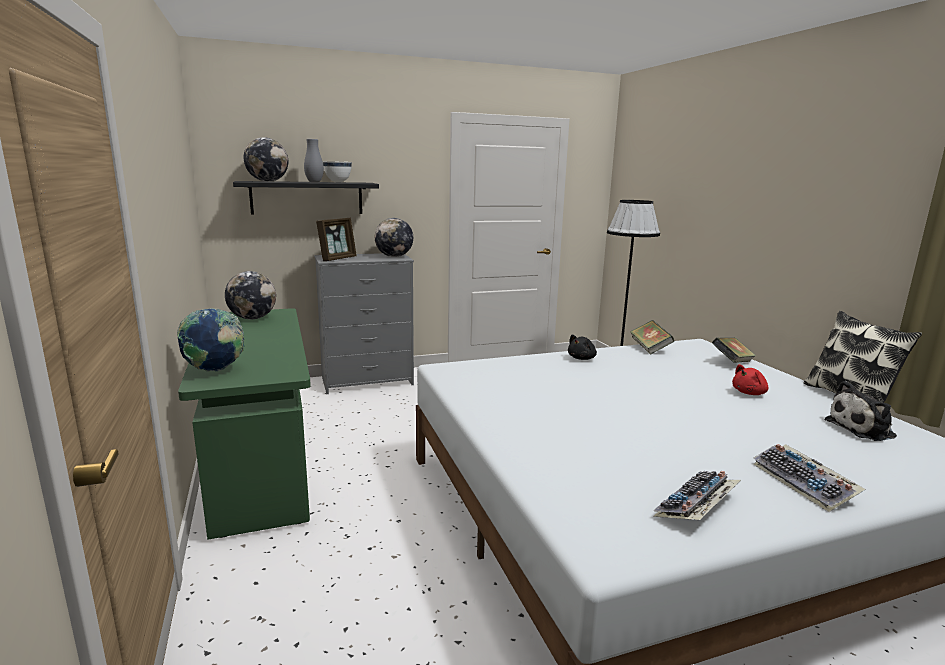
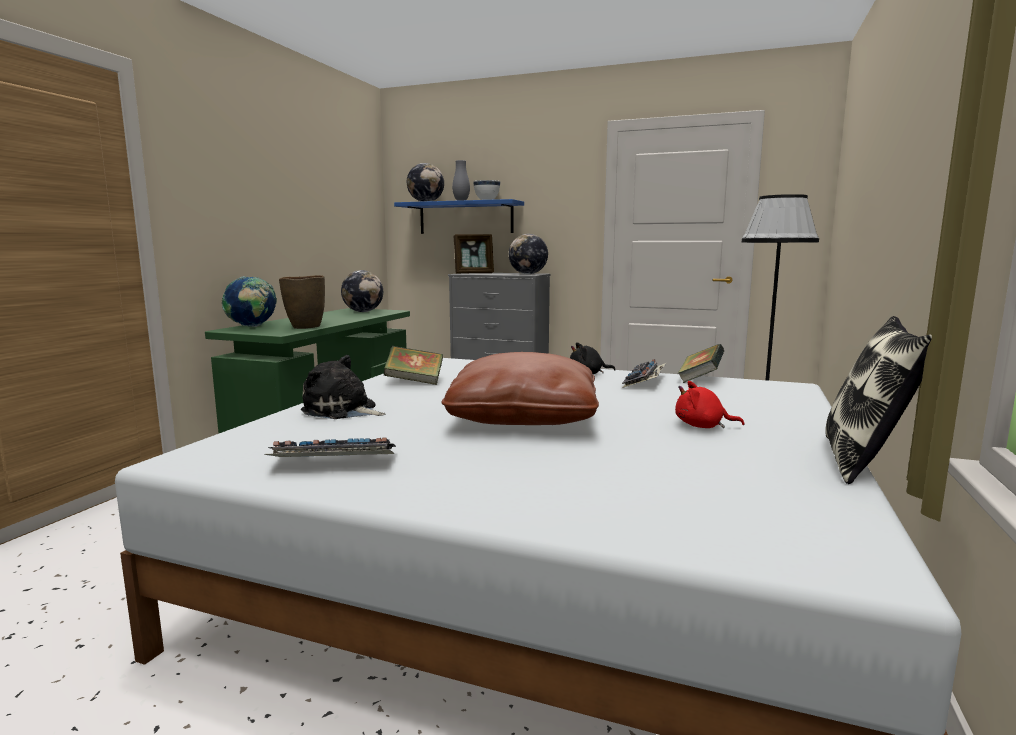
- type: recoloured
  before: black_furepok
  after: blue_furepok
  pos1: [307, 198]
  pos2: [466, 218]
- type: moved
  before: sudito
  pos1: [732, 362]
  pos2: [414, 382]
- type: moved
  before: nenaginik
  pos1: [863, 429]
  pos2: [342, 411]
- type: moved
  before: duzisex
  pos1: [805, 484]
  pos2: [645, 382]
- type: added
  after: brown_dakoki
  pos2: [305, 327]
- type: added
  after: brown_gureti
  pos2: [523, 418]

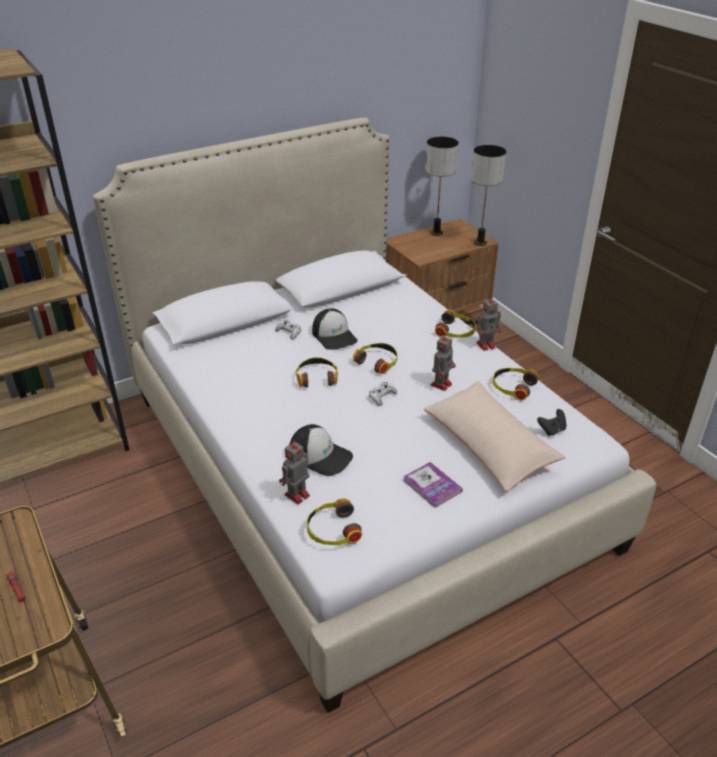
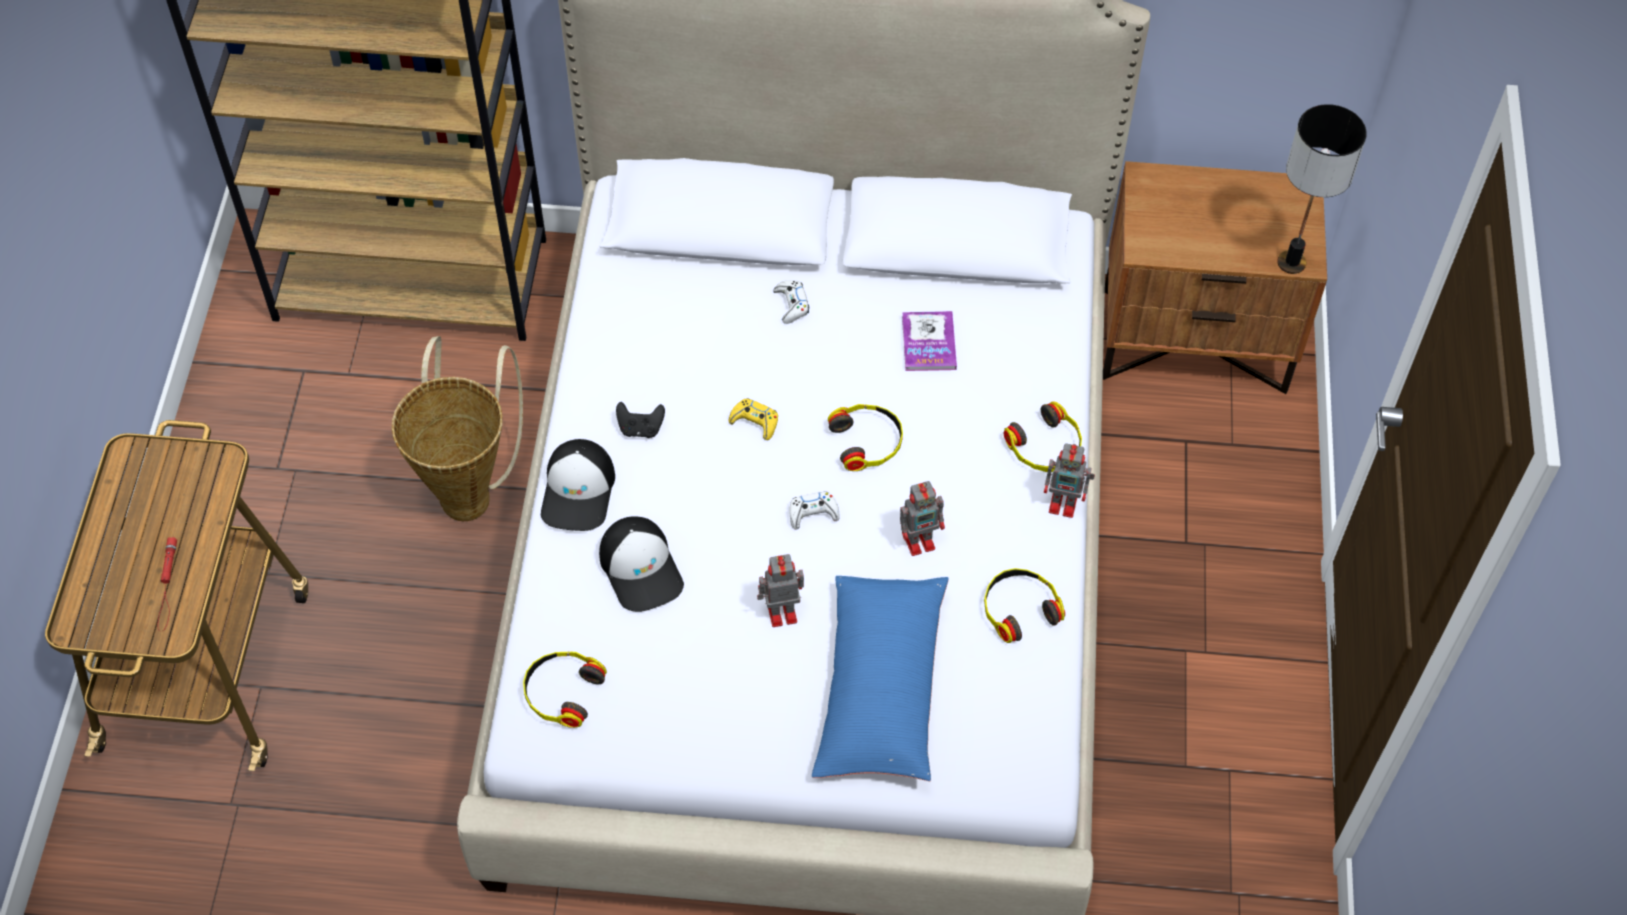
- type: removed
  before: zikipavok
  pos1: [436, 233]
- type: moved
  before: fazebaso
  pos1: [334, 336]
  pos2: [579, 491]
- type: replaced
  before: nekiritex
  after: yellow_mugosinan
  pos1: [317, 377]
  pos2: [755, 422]
- type: recoloured
  before: beige_gureti
  after: blue_gureti
  pos1: [489, 445]
  pos2: [880, 688]
- type: moved
  before: black_mugosinan
  pos1: [552, 430]
  pos2: [640, 428]
- type: moved
  before: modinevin
  pos1: [296, 496]
  pos2: [780, 612]
- type: moved
  before: sudito
  pos1: [432, 486]
  pos2: [928, 343]
- type: added
  after: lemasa
  pos2: [470, 491]

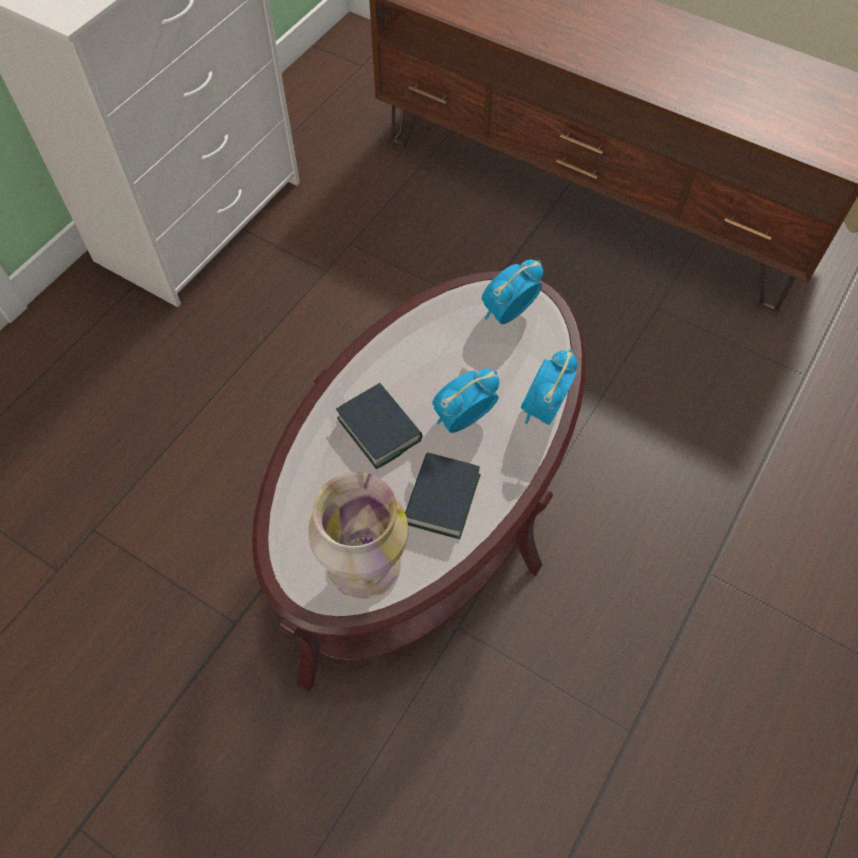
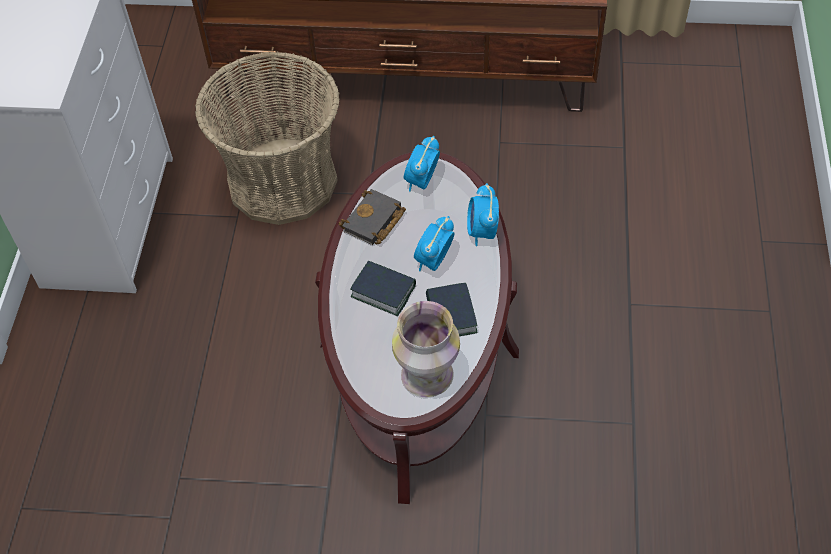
- type: added
  after: lemasa
  pos2: [282, 181]
- type: added
  after: black_sudito
  pos2: [373, 222]

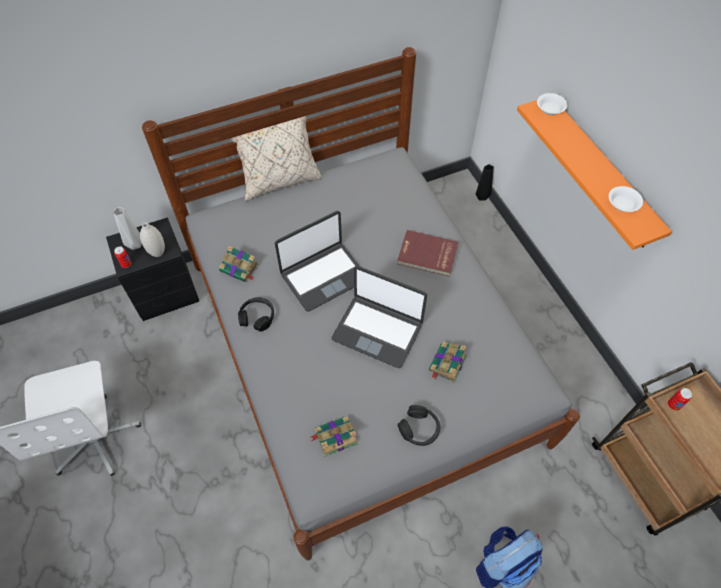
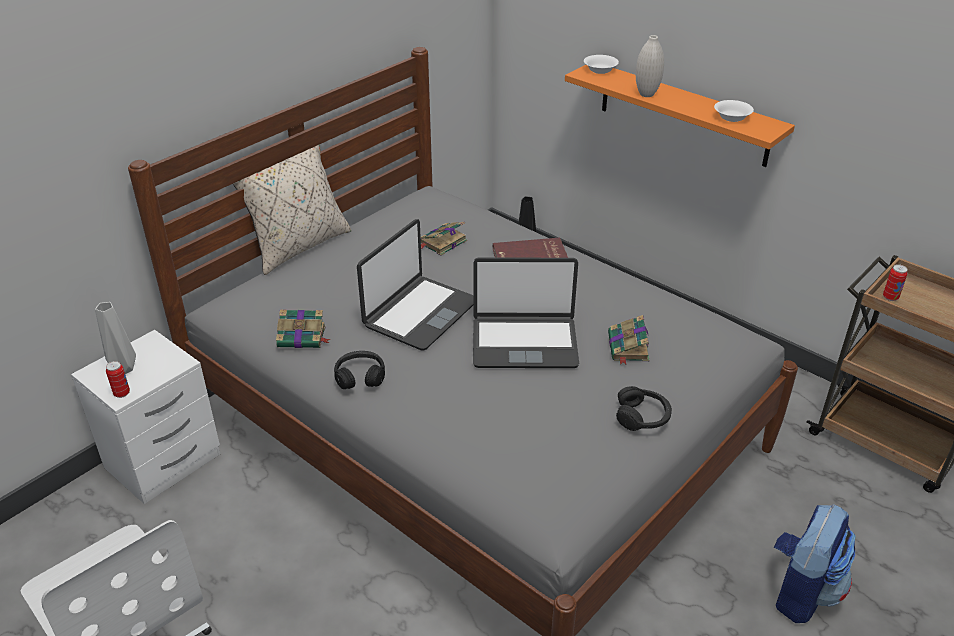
- type: recoloured
  before: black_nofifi
  after: white_nofifi
  pos1: [167, 294]
  pos2: [166, 461]
- type: moved
  before: white_dakoki
  pos1: [158, 253]
  pos2: [646, 94]
- type: moved
  before: sudito
  pos1: [335, 437]
  pos2: [442, 242]

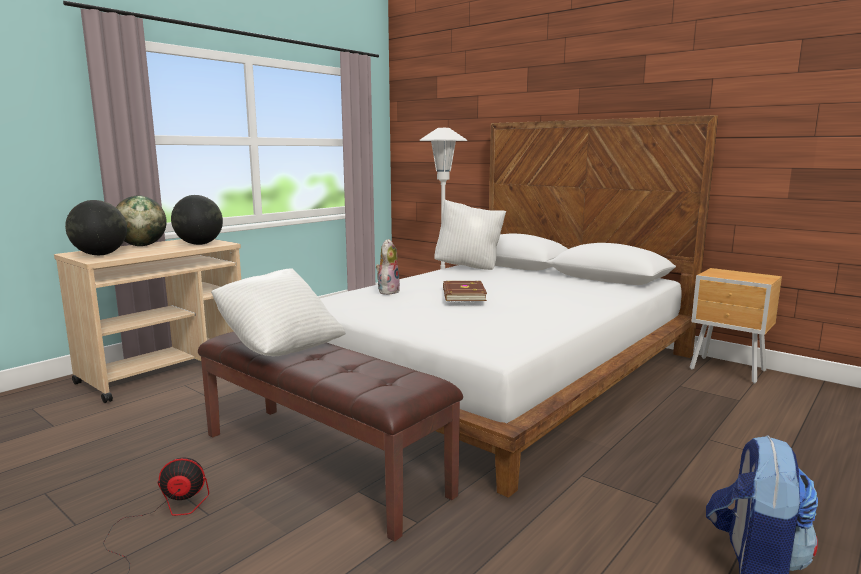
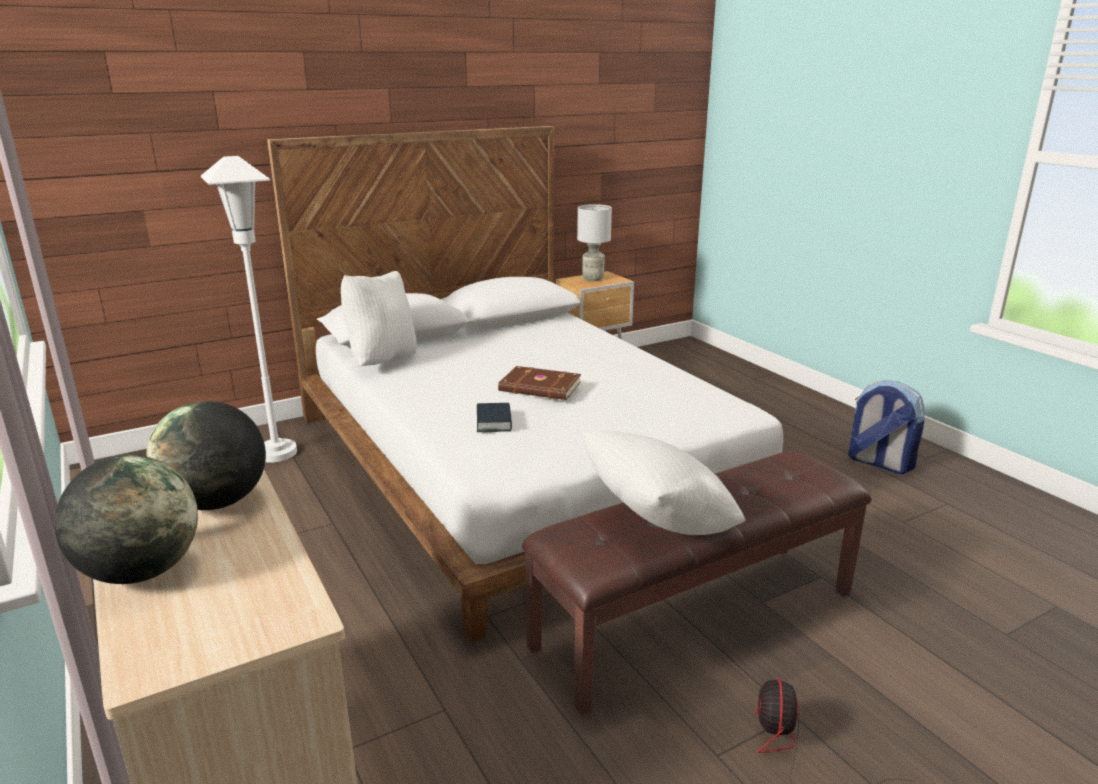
- type: removed
  before: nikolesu
  pos1: [100, 255]
- type: replaced
  before: nenaginik
  after: sudito
  pos1: [387, 291]
  pos2: [494, 422]
- type: added
  after: grey_zikipavok
  pos2: [593, 279]

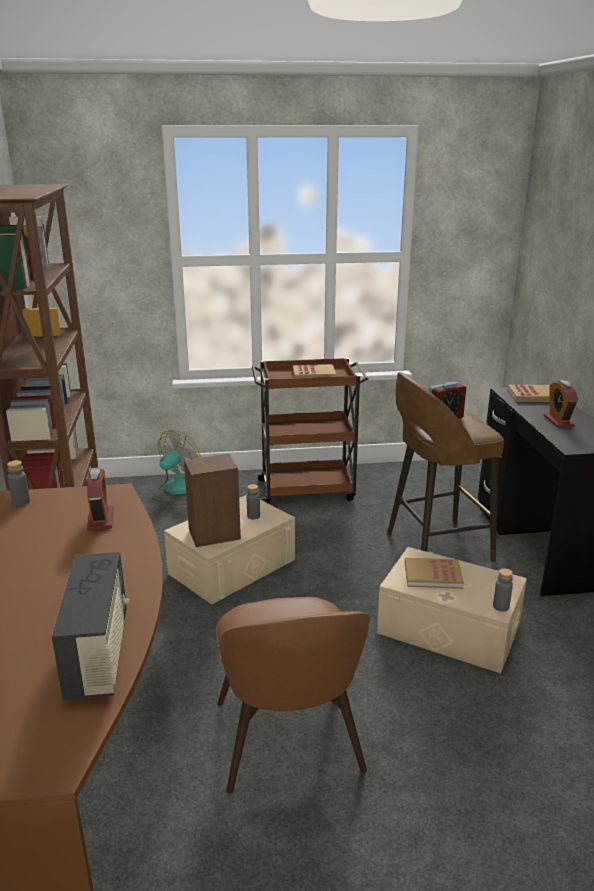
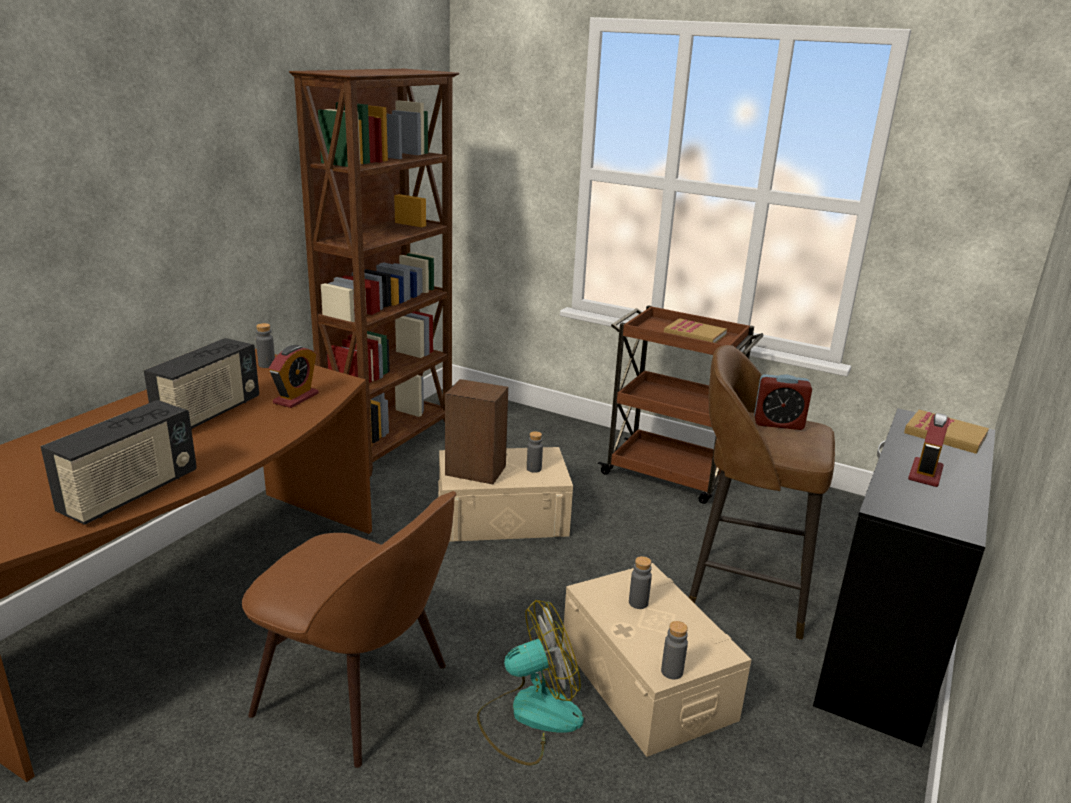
- type: moved
  before: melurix
  pos1: [177, 491]
  pos2: [529, 716]
- type: replaced
  before: sudito
  after: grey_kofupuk
  pos1: [433, 575]
  pos2: [638, 603]
- type: turned
  before: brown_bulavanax
  pos1: [289, 741]
  pos2: [358, 692]
  turn: -90
- type: added
  after: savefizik
  pos2: [209, 413]

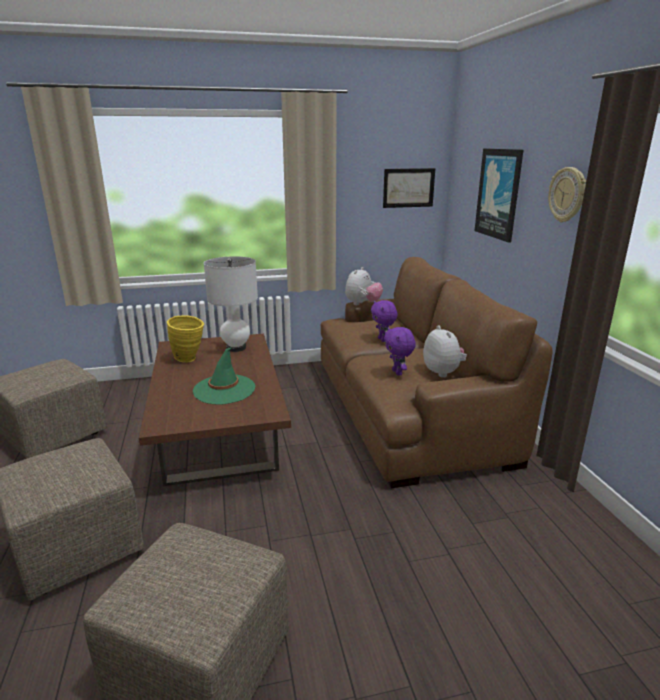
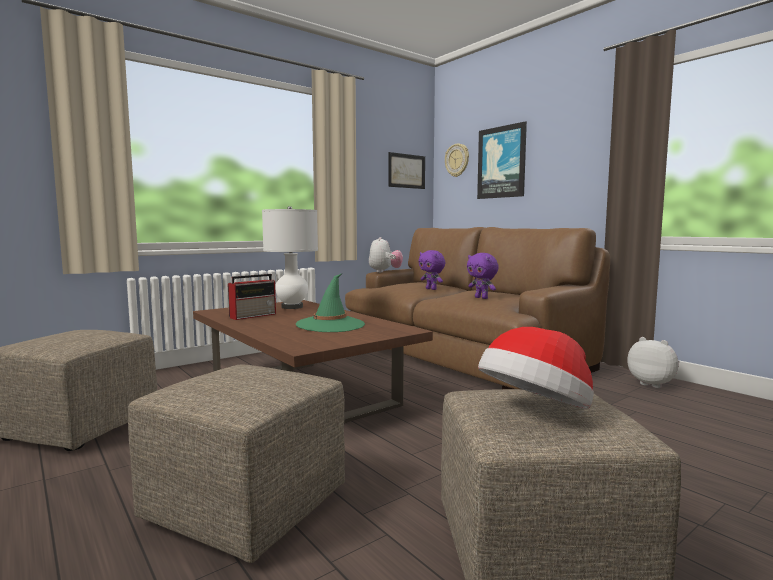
- type: moved
  before: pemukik
  pos1: [567, 195]
  pos2: [457, 160]
- type: replaced
  before: yellow_dakoki
  after: savefizik
  pos1: [189, 359]
  pos2: [254, 315]
- type: moved
  before: nenaginik
  pos1: [445, 372]
  pos2: [652, 384]
- type: added
  after: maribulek
  pos2: [536, 412]

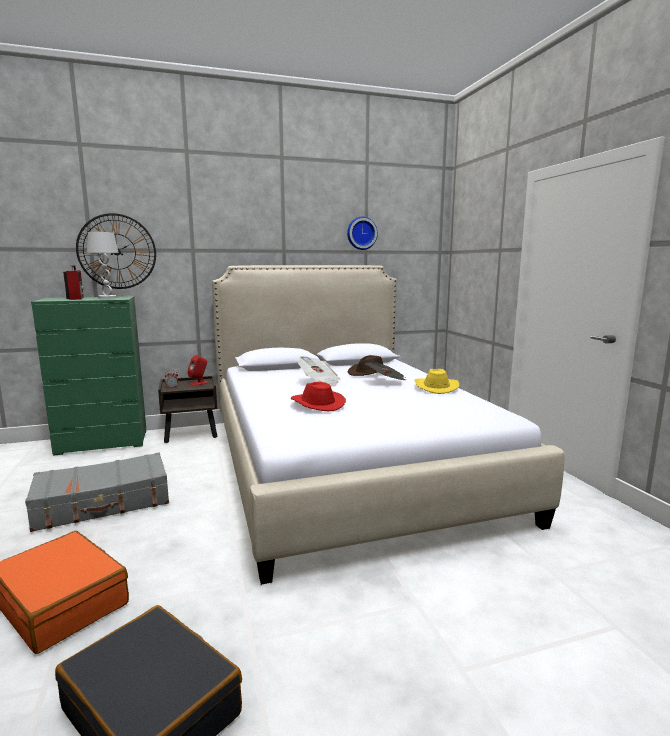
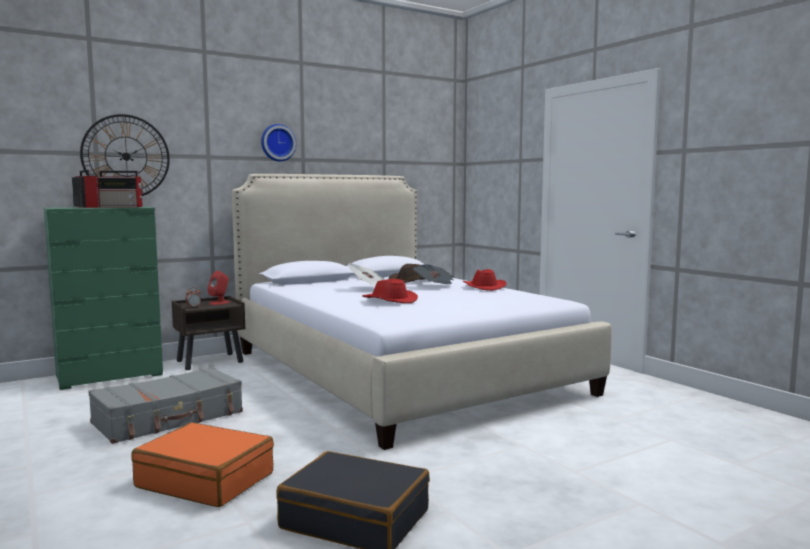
- type: moved
  before: pemukik
  pos1: [361, 233]
  pos2: [277, 143]
- type: replaced
  before: white_zikipavok
  after: savefizik
  pos1: [107, 297]
  pos2: [122, 206]
- type: recoloured
  before: yellow_maribulek
  after: red_maribulek
  pos1: [435, 387]
  pos2: [483, 287]

